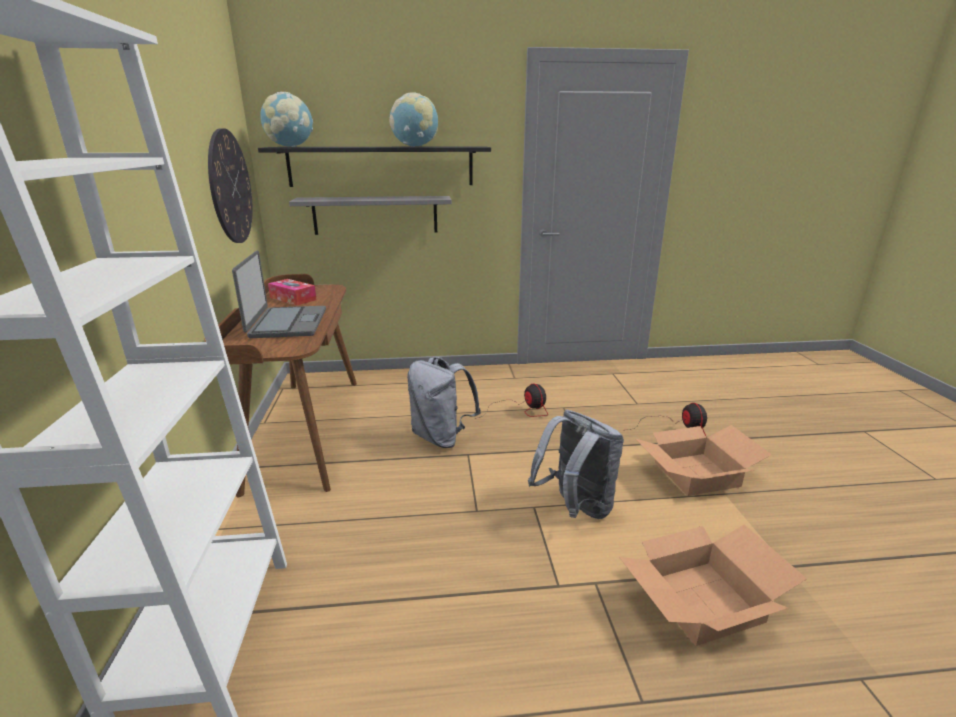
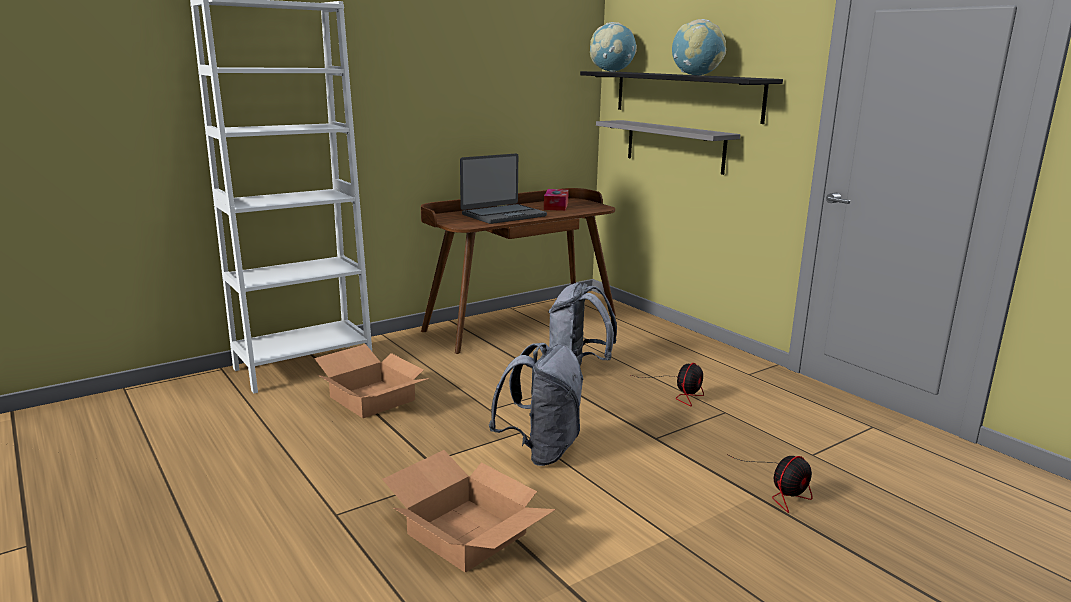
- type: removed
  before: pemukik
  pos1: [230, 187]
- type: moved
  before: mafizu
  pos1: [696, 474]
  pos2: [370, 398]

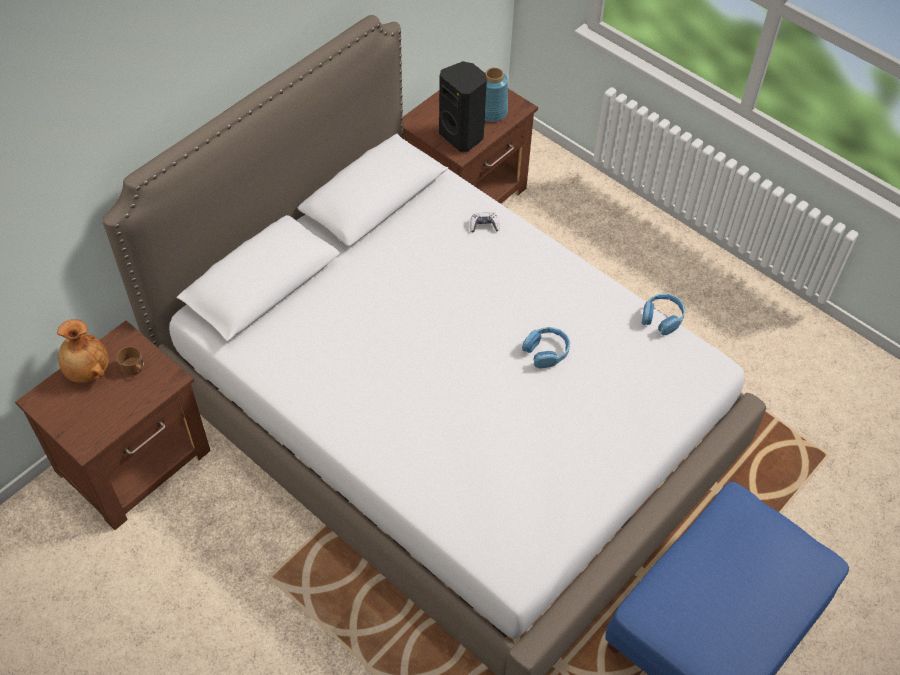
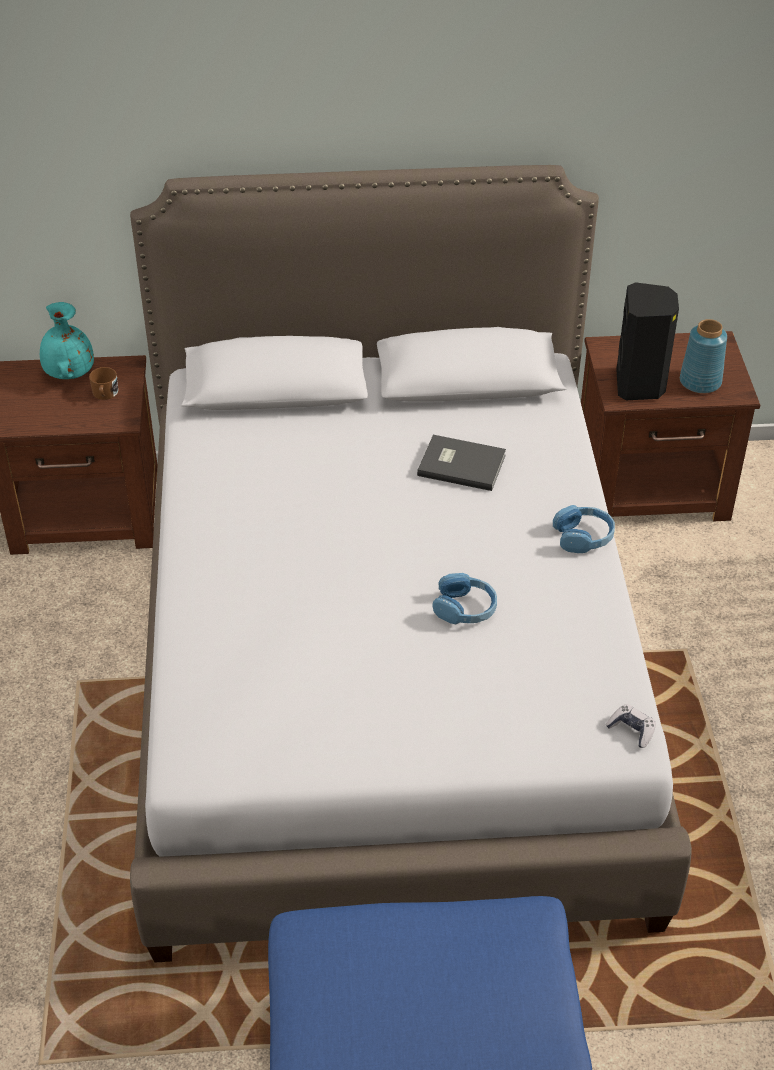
- type: moved
  before: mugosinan
  pos1: [484, 225]
  pos2: [631, 730]
- type: moved
  before: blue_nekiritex
  pos1: [662, 318]
  pos2: [583, 537]
- type: recoloured
  before: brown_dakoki
  after: turquoise_dakoki
  pos1: [87, 371]
  pos2: [68, 373]
- type: added
  after: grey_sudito
  pos2: [461, 464]

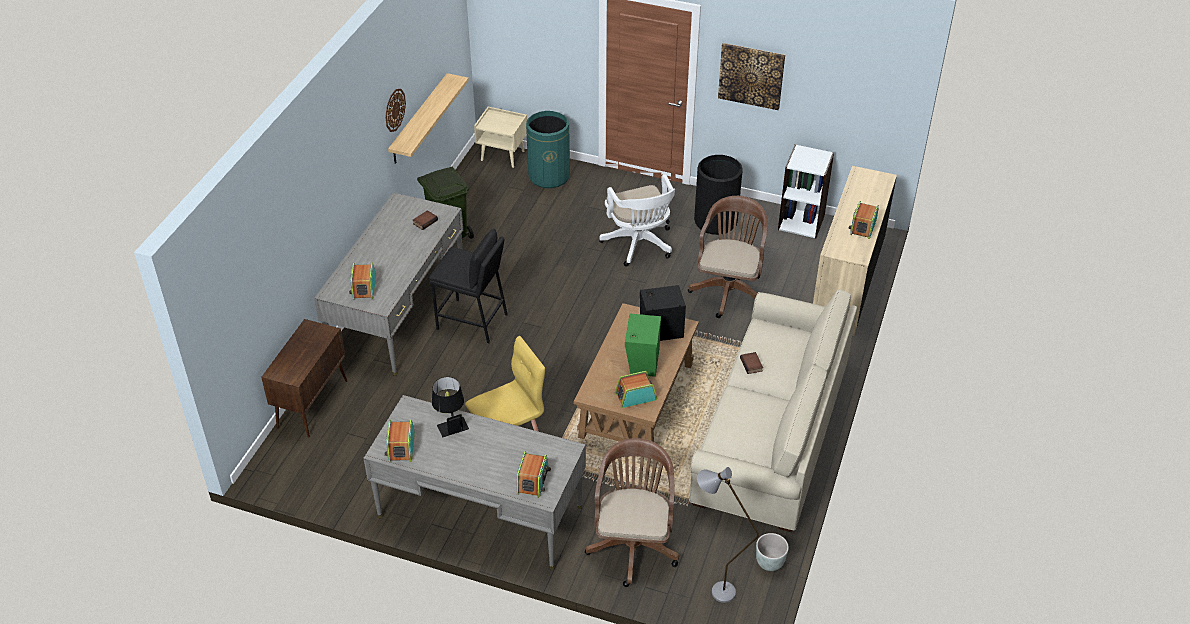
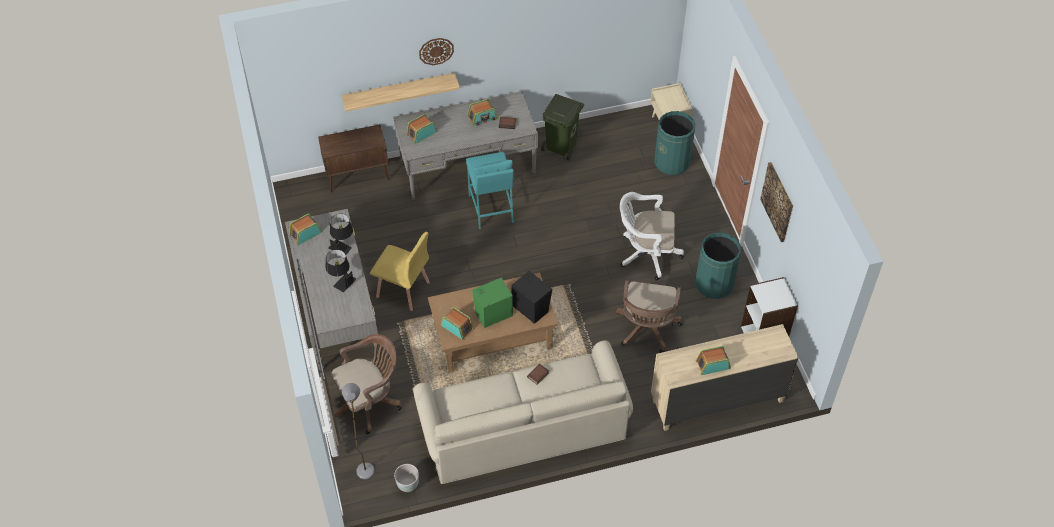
- type: moved
  before: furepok
  pos1: [419, 119]
  pos2: [399, 90]
- type: moved
  before: pemukik
  pos1: [394, 110]
  pos2: [436, 51]
- type: recoloured
  before: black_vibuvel
  after: green_vibuvel
  pos1: [715, 221]
  pos2: [714, 284]
- type: turned
  before: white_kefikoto
  pos1: [639, 245]
  pos2: [646, 254]
  turn: 60
- type: turned
  before: brown_kefikoto
  pos1: [729, 289]
  pos2: [646, 330]
  turn: 120
- type: recoloured
  before: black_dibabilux
  after: turquoise_dibabilux
  pos1: [472, 321]
  pos2: [491, 208]
- type: moved
  before: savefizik
  pos1: [533, 480]
  pos2: [482, 118]
- type: added
  after: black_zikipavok
  pos2: [341, 280]

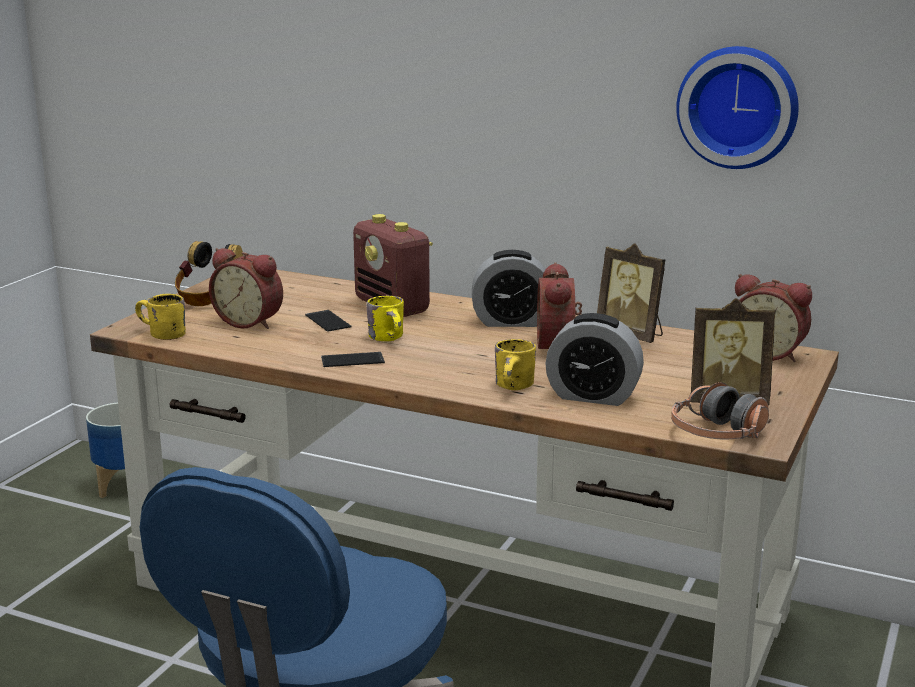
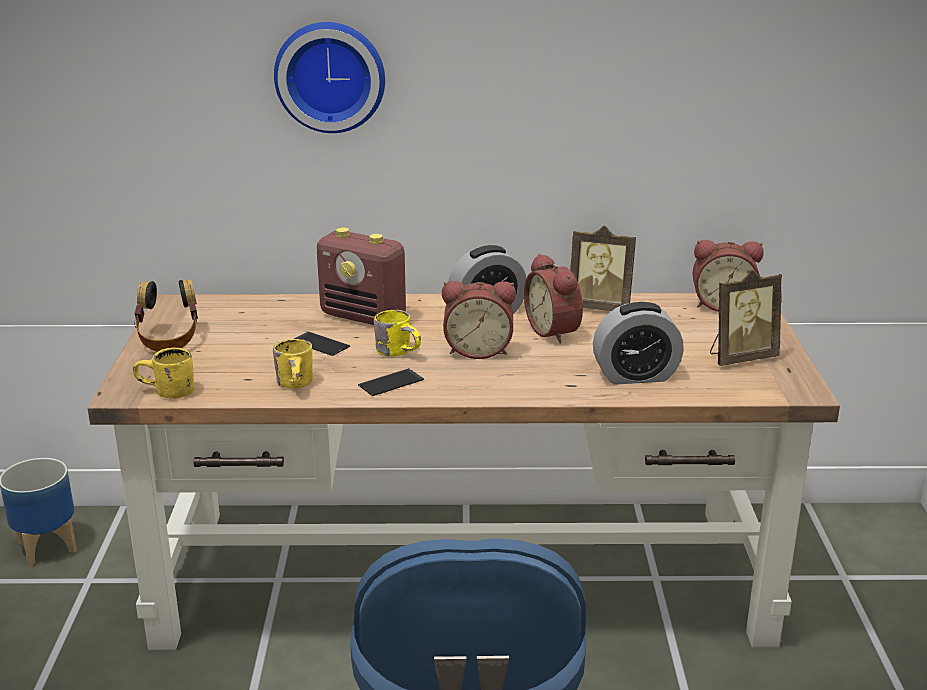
- type: moved
  before: pemukik
  pos1: [739, 106]
  pos2: [330, 76]
- type: moved
  before: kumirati
  pos1: [250, 322]
  pos2: [478, 350]
- type: moved
  before: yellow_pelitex
  pos1: [516, 388]
  pos2: [298, 385]
- type: removed
  before: nekiritex
  pos1: [717, 434]

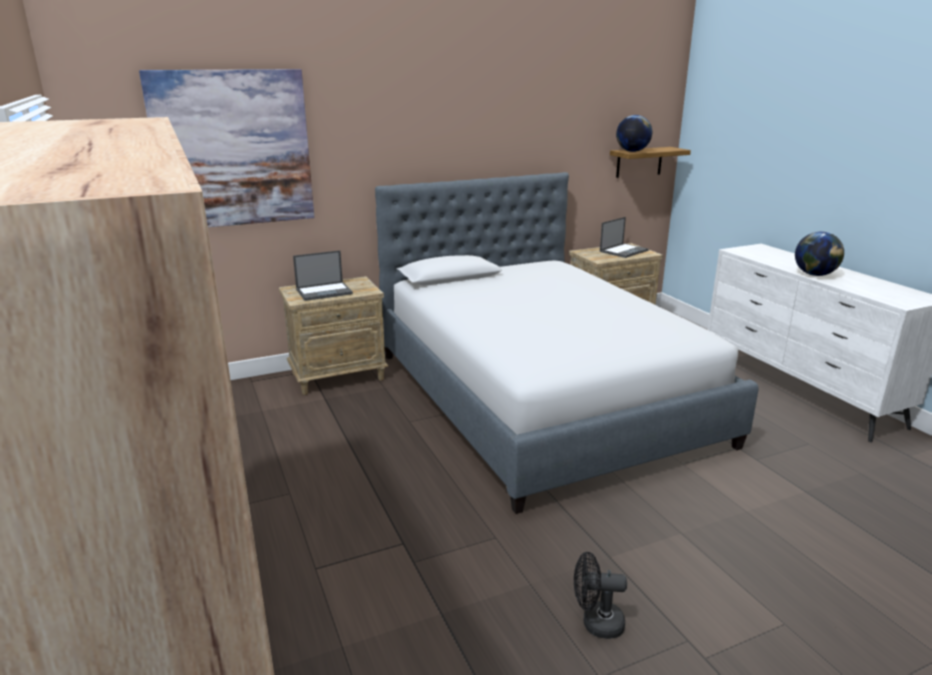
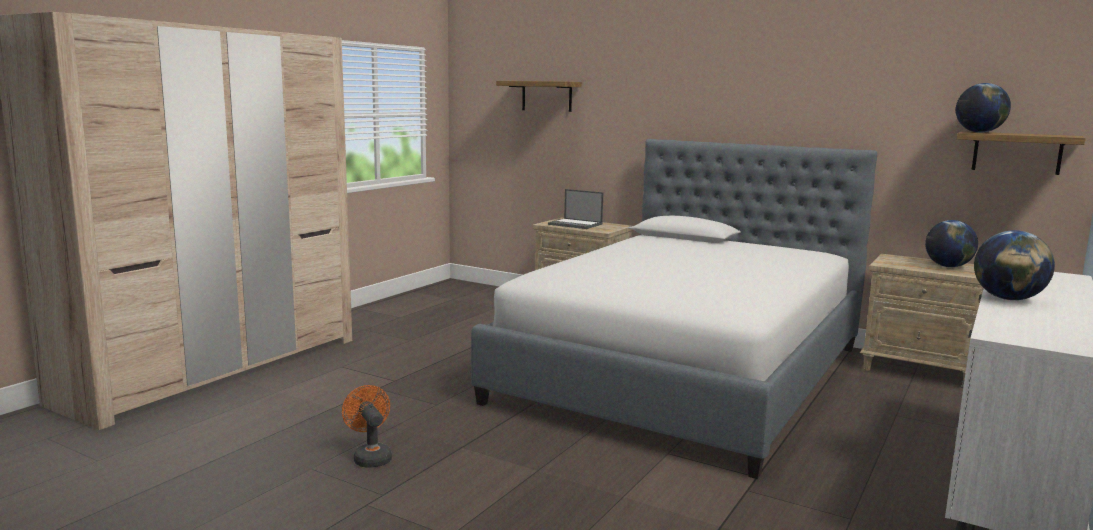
- type: replaced
  before: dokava
  after: furepok
  pos1: [233, 149]
  pos2: [546, 96]
- type: replaced
  before: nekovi
  after: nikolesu
  pos1: [624, 251]
  pos2: [948, 266]
- type: recoloured
  before: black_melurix
  after: orange_melurix
  pos1: [596, 623]
  pos2: [370, 457]

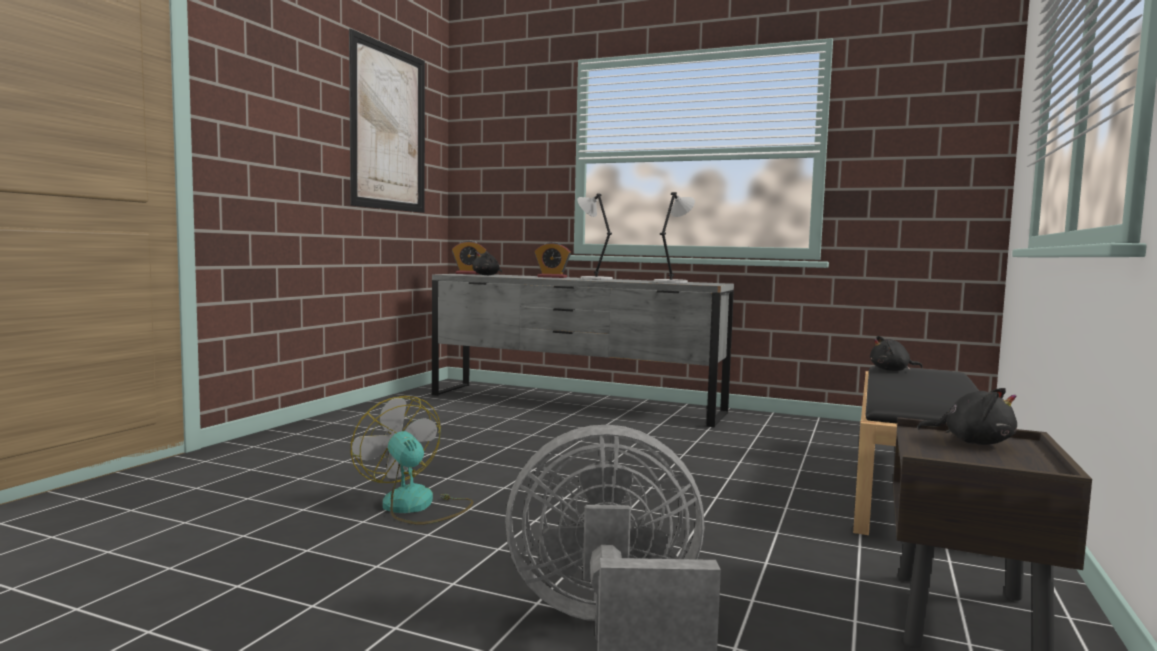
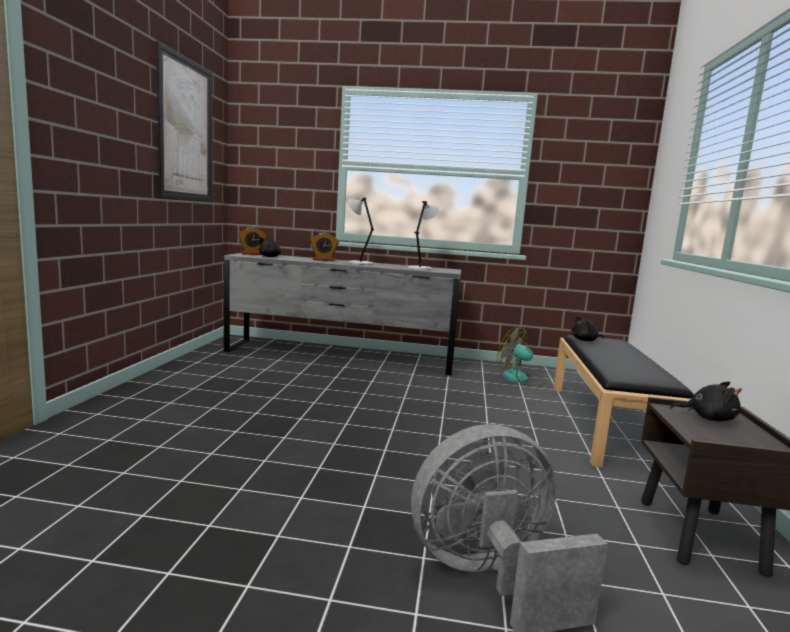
- type: moved
  before: melurix
  pos1: [416, 506]
  pos2: [521, 379]

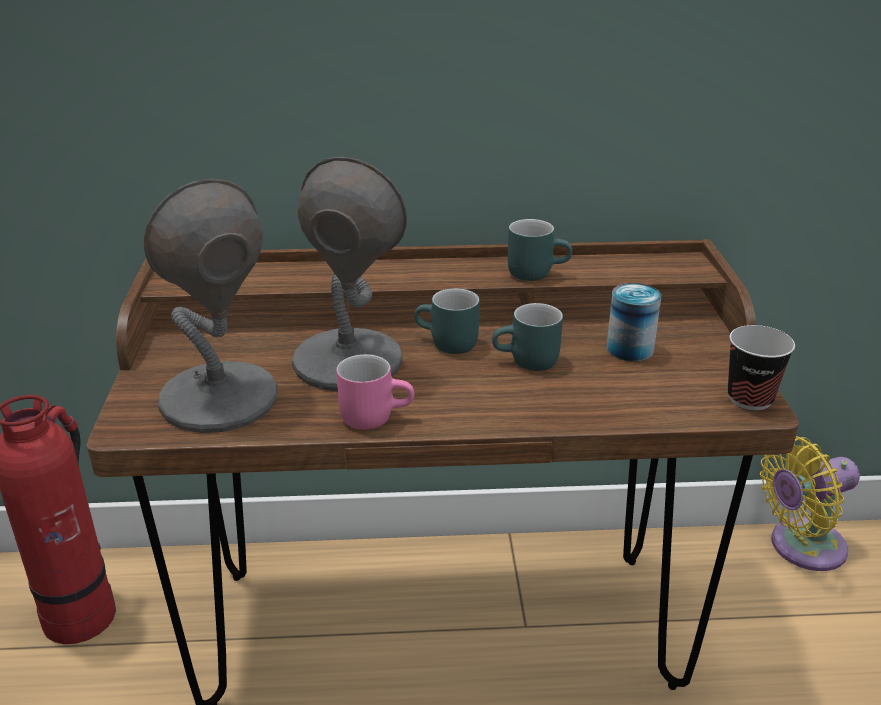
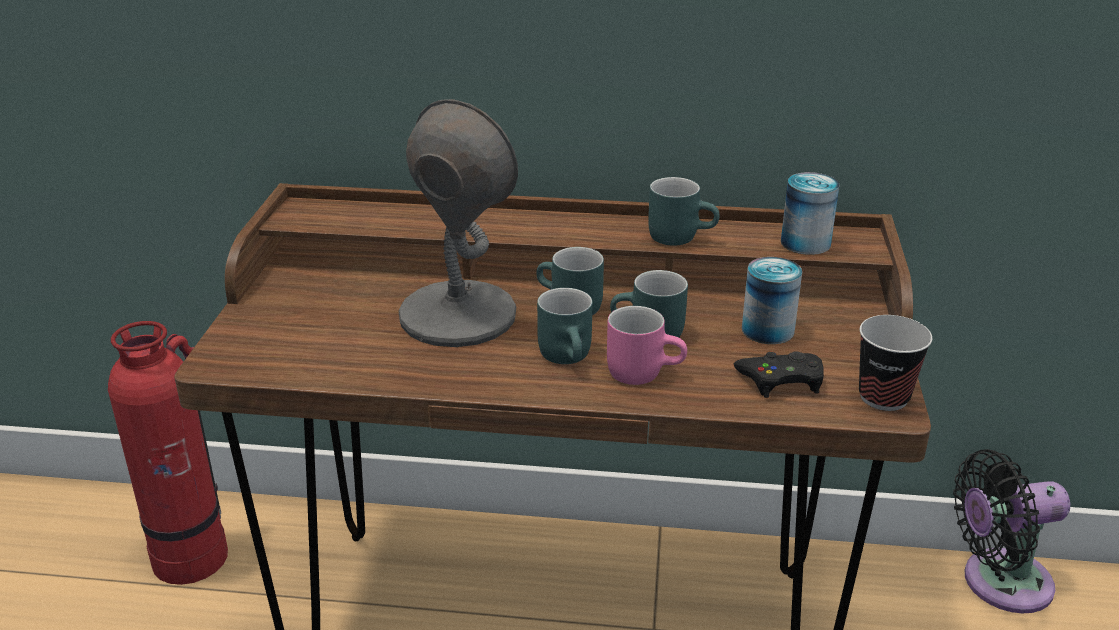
- type: removed
  before: grey_zikipavok
  pos1: [218, 399]
- type: moved
  before: pink_pelitex
  pos1: [375, 415]
  pos2: [643, 371]
- type: recoloured
  before: yellow_melurix
  after: black_melurix
  pos1: [801, 547]
  pos2: [998, 583]
- type: added
  after: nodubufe
  pos2: [805, 243]
- type: added
  after: turquoise_pelitex
  pos2: [570, 356]
- type: added
  after: black_mugosinan
  pos2: [781, 380]

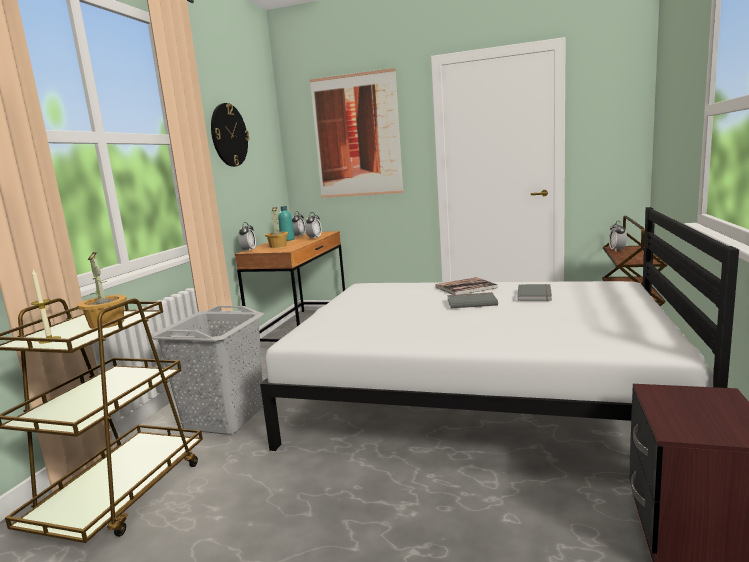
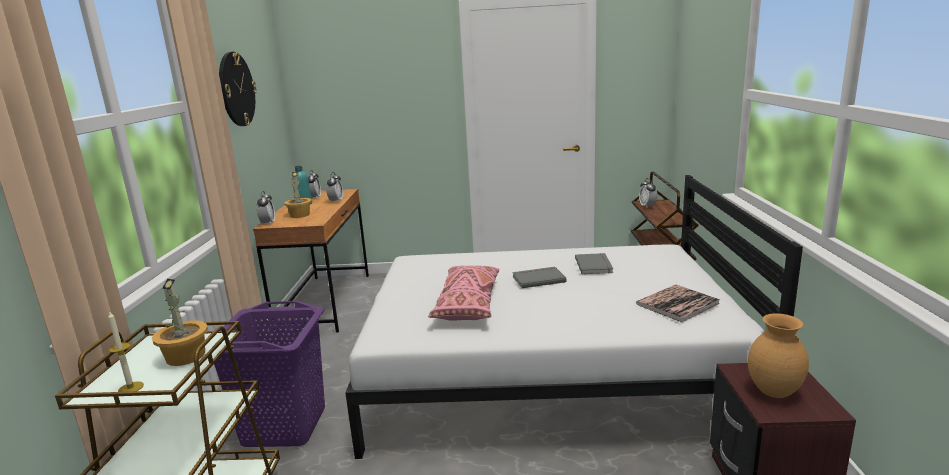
- type: removed
  before: dokava
  pos1: [356, 135]
- type: moved
  before: sudito
  pos1: [466, 287]
  pos2: [677, 304]
- type: recoloured
  before: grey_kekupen
  after: purple_kekupen
  pos1: [225, 418]
  pos2: [285, 425]
- type: added
  after: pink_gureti
  pos2: [468, 304]
- type: added
  after: brown_dakoki
  pos2: [774, 392]

